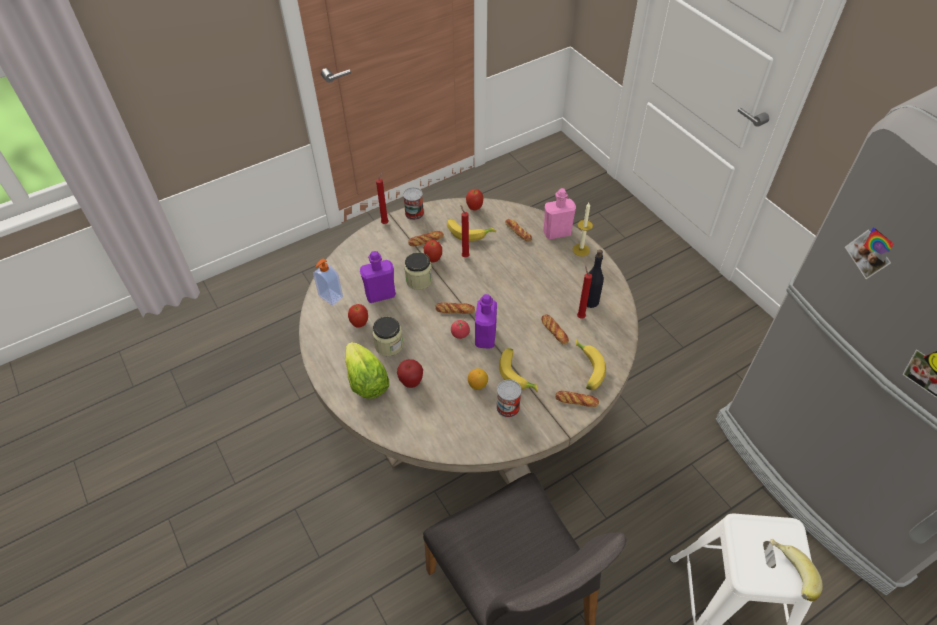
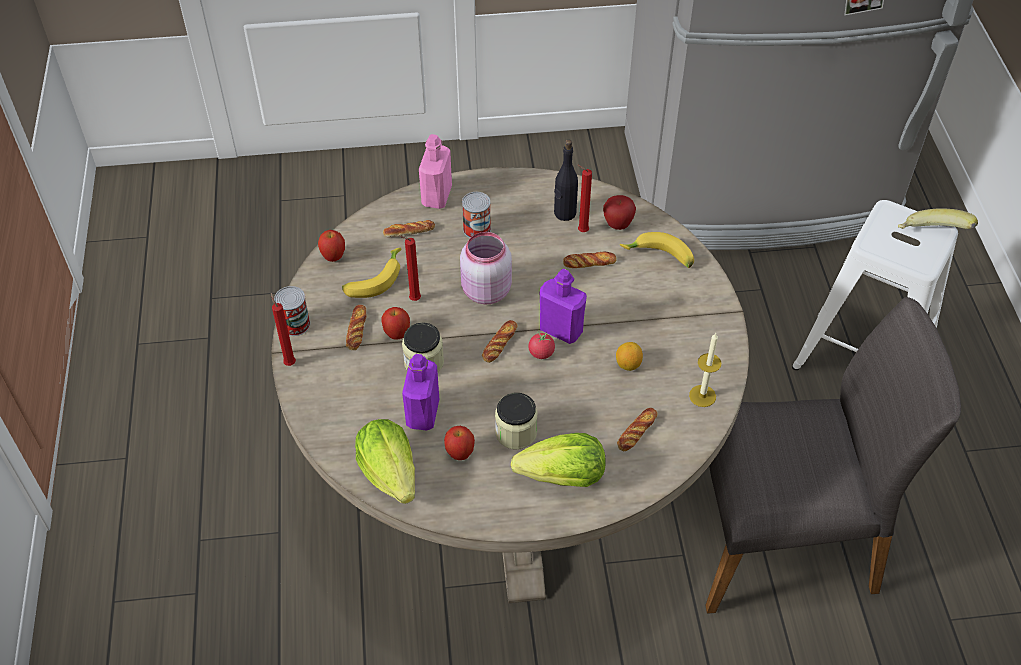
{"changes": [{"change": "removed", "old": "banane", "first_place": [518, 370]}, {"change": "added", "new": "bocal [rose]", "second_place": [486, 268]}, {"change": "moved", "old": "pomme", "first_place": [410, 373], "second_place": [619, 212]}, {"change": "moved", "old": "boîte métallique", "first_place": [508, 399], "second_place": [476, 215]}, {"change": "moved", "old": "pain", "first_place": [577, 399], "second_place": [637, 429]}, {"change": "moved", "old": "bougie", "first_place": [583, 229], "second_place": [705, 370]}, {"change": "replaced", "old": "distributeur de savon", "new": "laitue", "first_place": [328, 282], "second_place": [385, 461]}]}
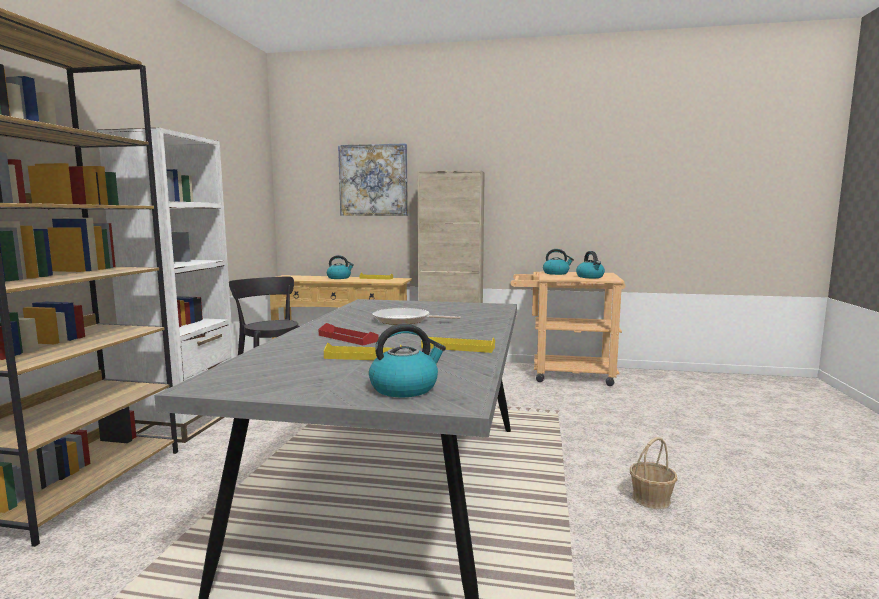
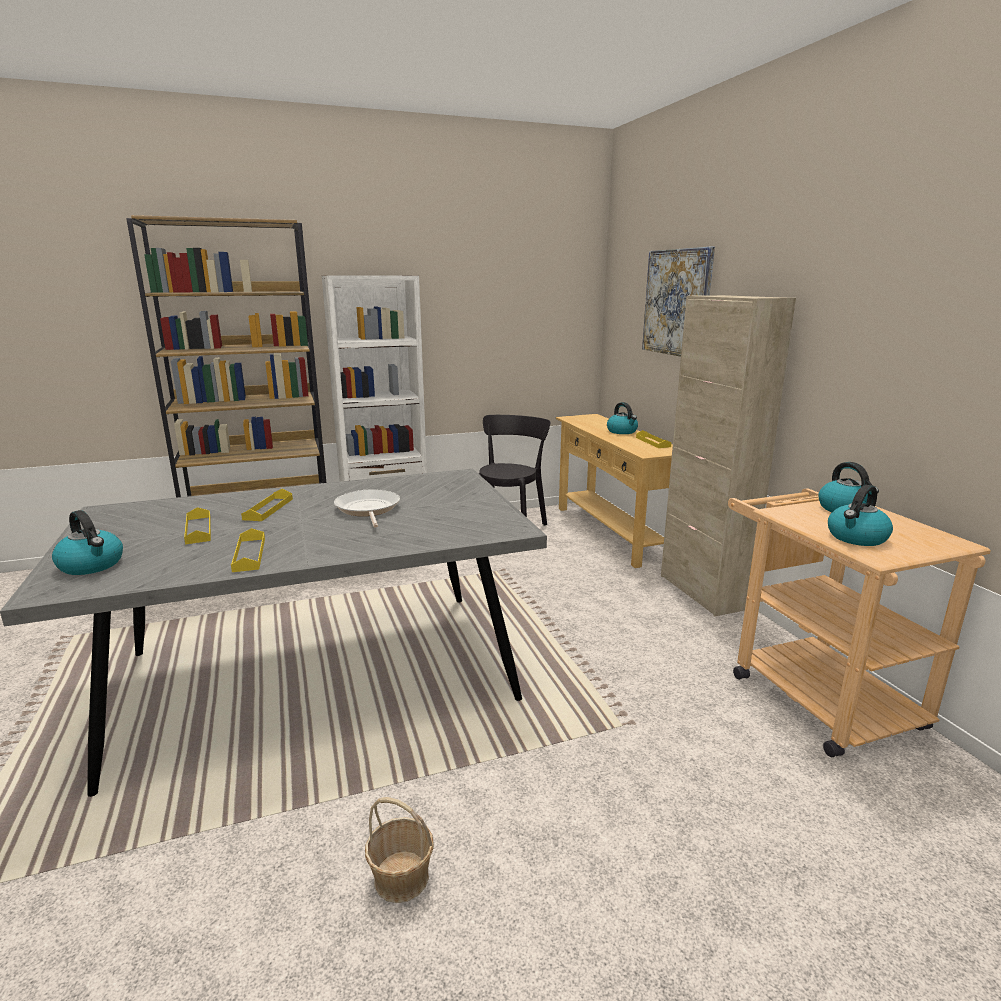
{"changes": [{"change": "recoloured", "old": "plateau [rouge]", "new": "plateau [jaune]", "first_place": [349, 334], "second_place": [267, 504]}]}
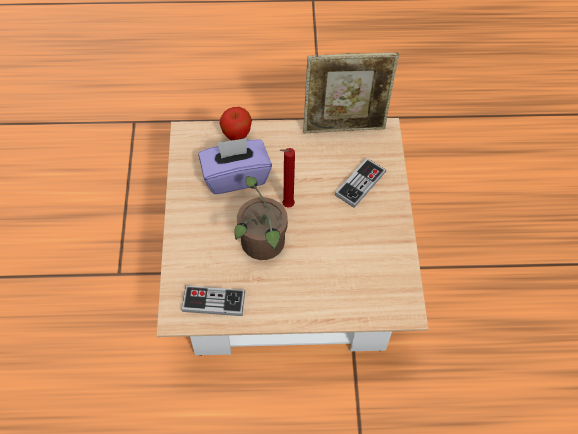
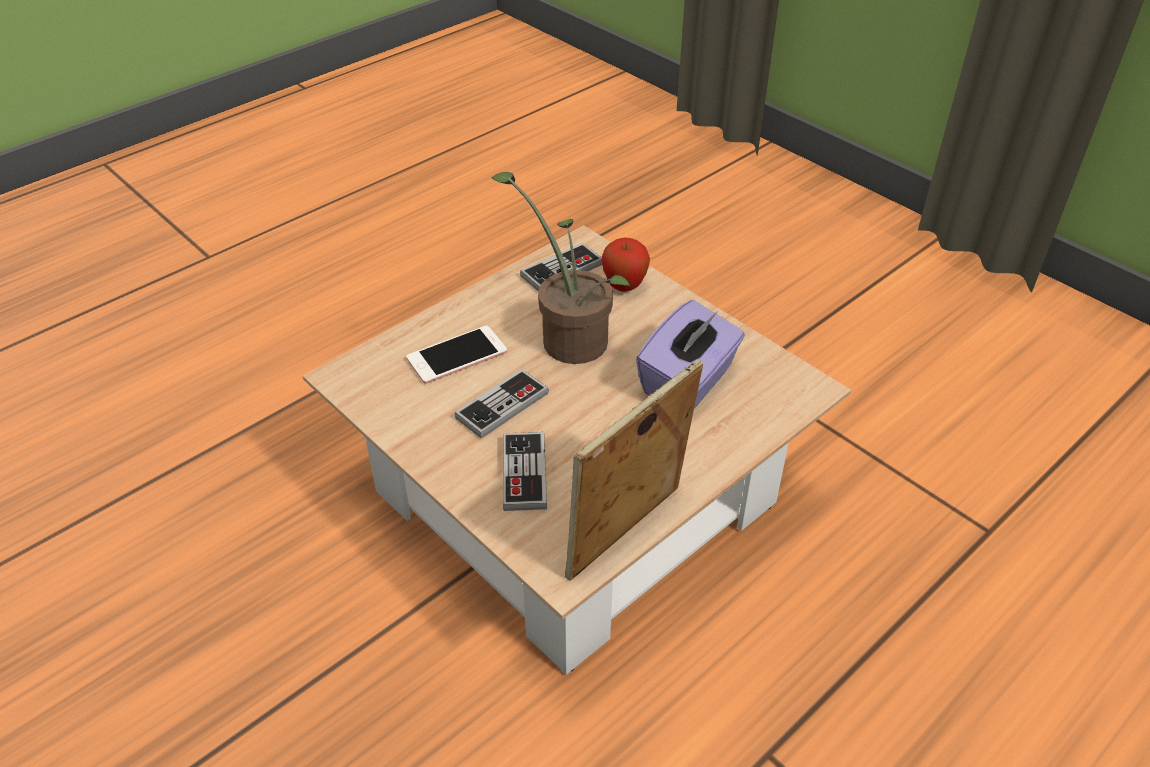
{"changes": [{"change": "removed", "old": "bougie [rouge]", "first_place": [287, 178]}, {"change": "added", "new": "téléphone", "second_place": [456, 355]}, {"change": "added", "new": "manette", "second_place": [501, 404]}, {"change": "moved", "old": "pomme", "first_place": [236, 123], "second_place": [626, 265]}]}
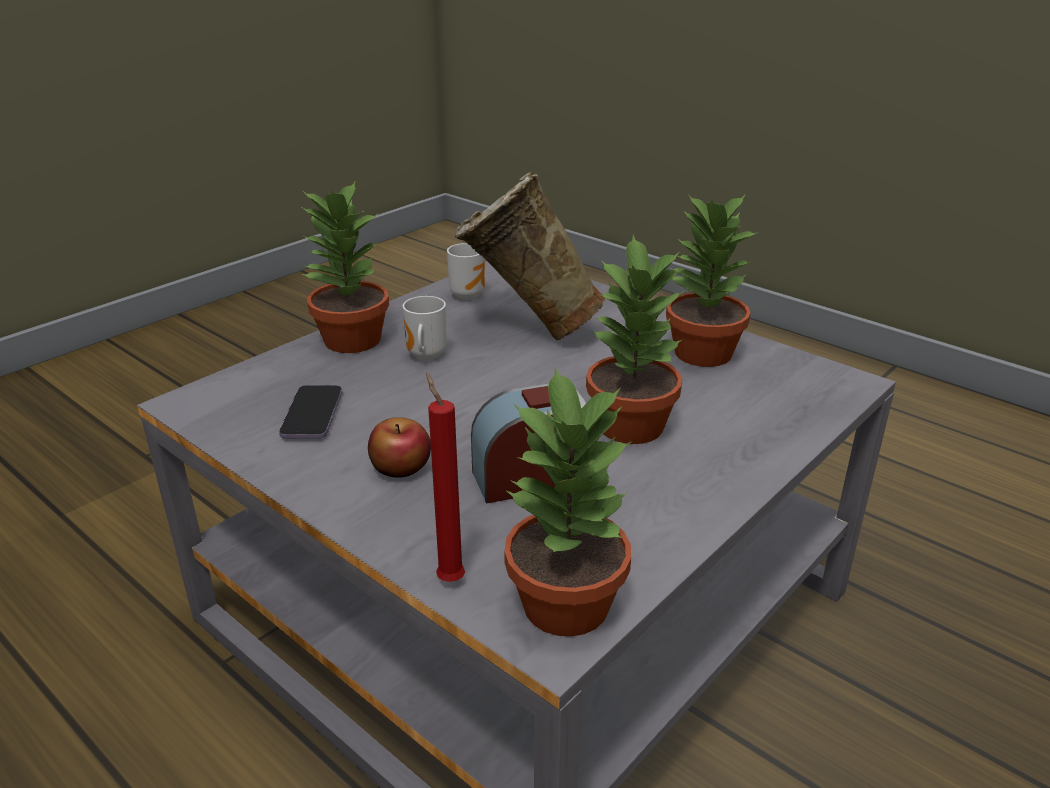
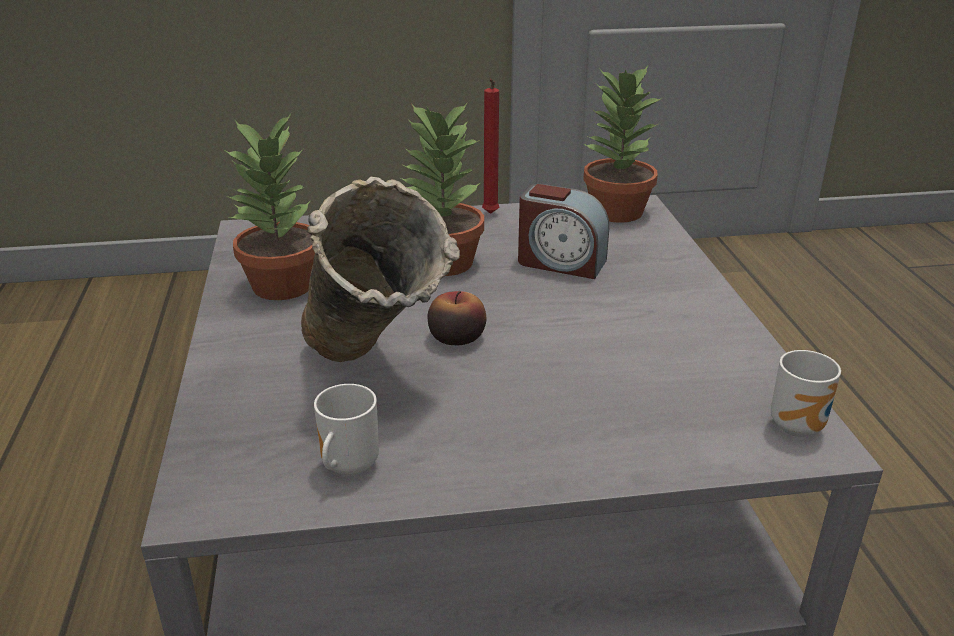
{"changes": [{"change": "removed", "old": "téléphone", "first_place": [311, 412]}, {"change": "removed", "old": "plante en pot", "first_place": [345, 266]}, {"change": "moved", "old": "pomme", "first_place": [399, 447], "second_place": [457, 318]}, {"change": "moved", "old": "mug", "first_place": [425, 328], "second_place": [806, 393]}, {"change": "moved", "old": "bougie [rouge]", "first_place": [445, 477], "second_place": [490, 146]}]}
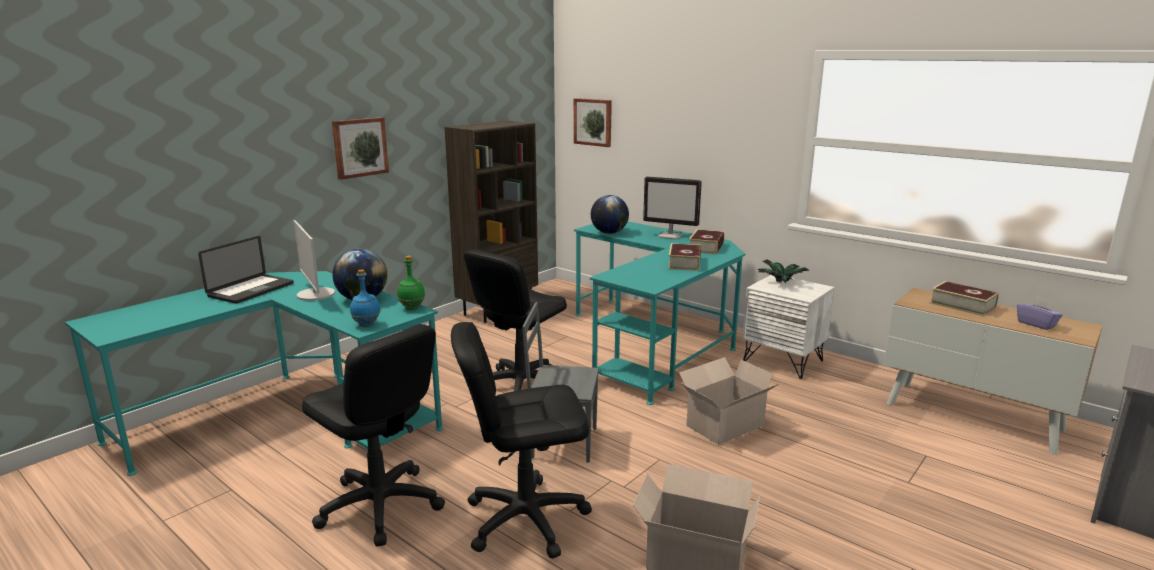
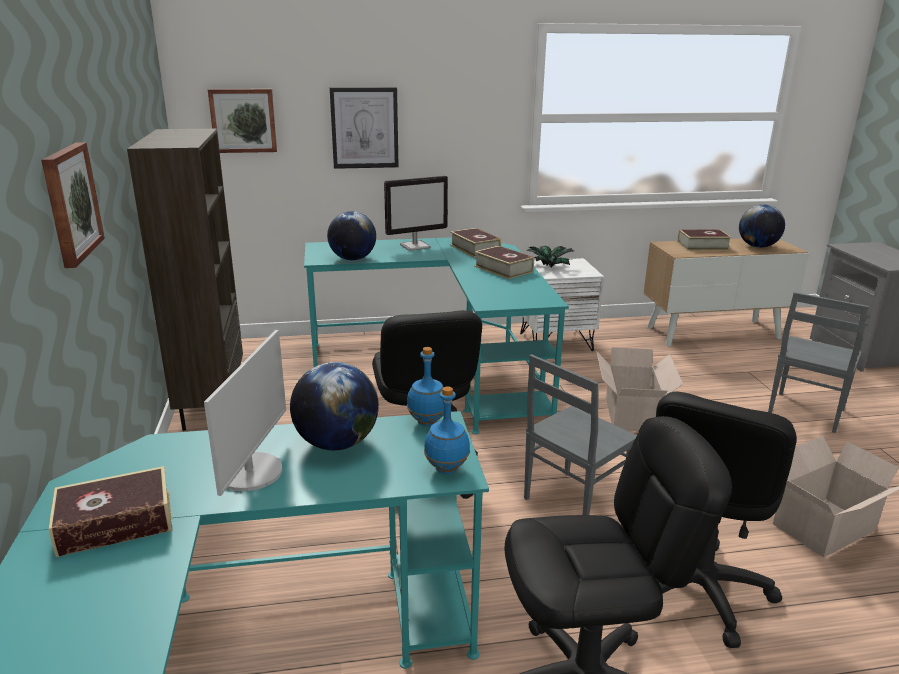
{"changes": [{"change": "added", "new": "tableau", "second_place": [364, 128]}, {"change": "added", "new": "chaise [gris]", "second_place": [818, 362]}, {"change": "replaced", "old": "ordinateur portable", "new": "livre", "first_place": [245, 270], "second_place": [111, 511]}, {"change": "replaced", "old": "boîte à mouchoirs [violet]", "new": "globe", "first_place": [1040, 313], "second_place": [762, 226]}, {"change": "recoloured", "old": "bouteille [vert]", "new": "bouteille [bleu]", "first_place": [411, 283], "second_place": [425, 386]}, {"change": "turned", "old": "écran d'ordinateur", "first_place": [314, 260], "second_place": [245, 413], "degrees": -90}]}
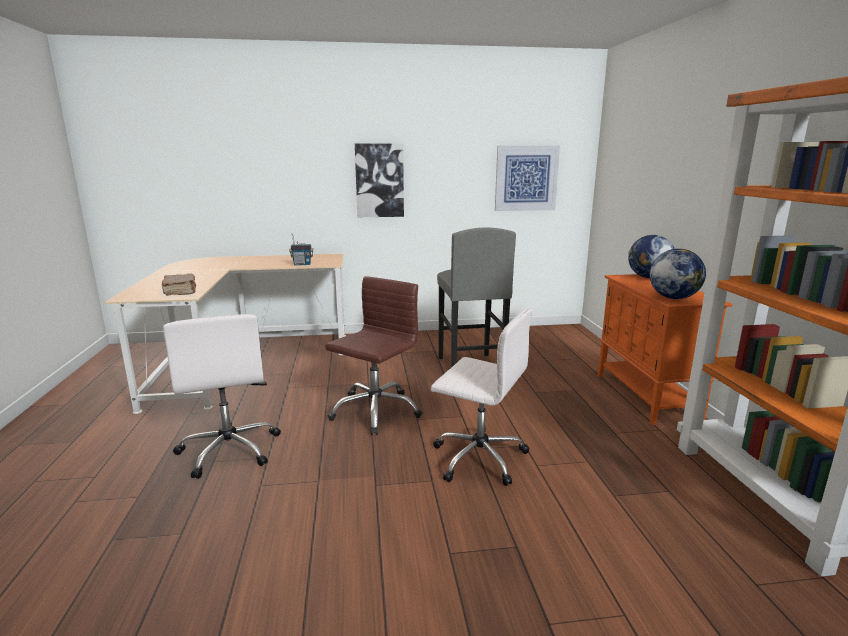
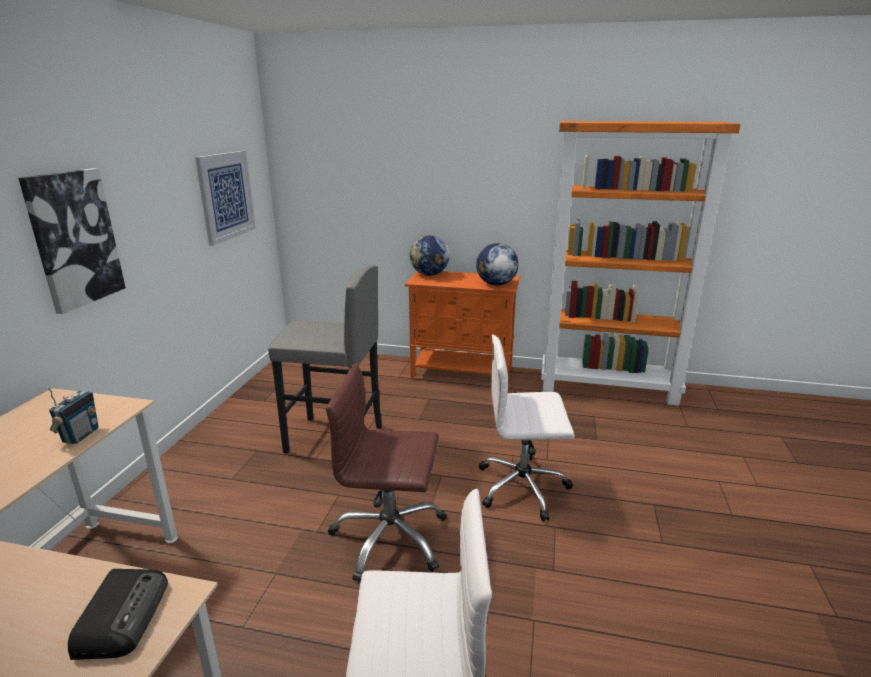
{"changes": [{"change": "replaced", "old": "livre [marron]", "new": "radio", "first_place": [179, 285], "second_place": [118, 614]}, {"change": "turned", "old": "chaise de bureau [marron]", "first_place": [374, 355], "second_place": [386, 473], "degrees": -45}, {"change": "turned", "old": "chaise de bureau [blanc]", "first_place": [482, 397], "second_place": [527, 428], "degrees": -135}]}
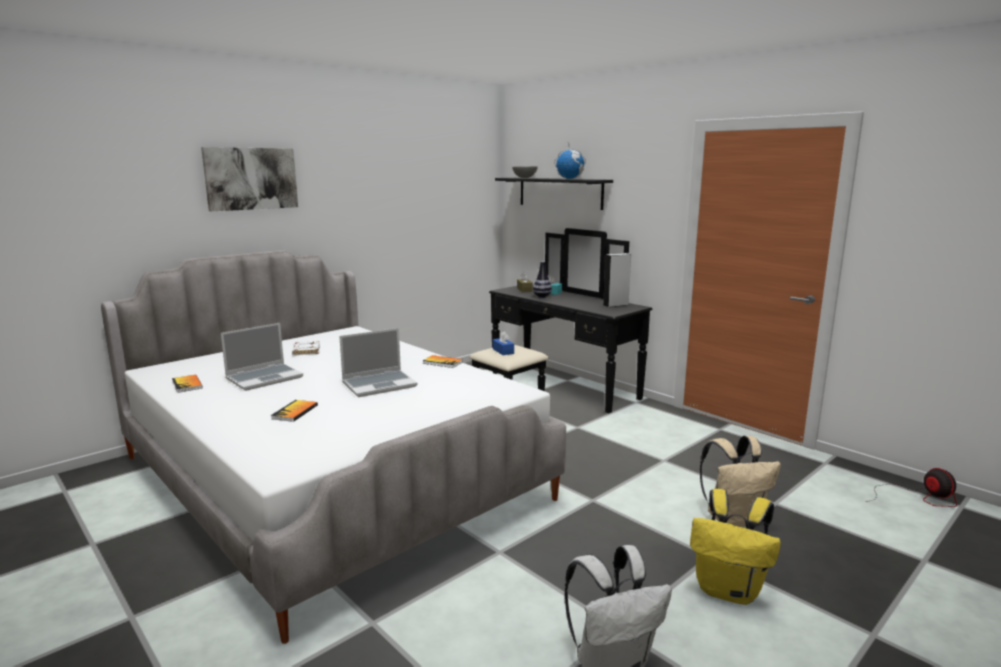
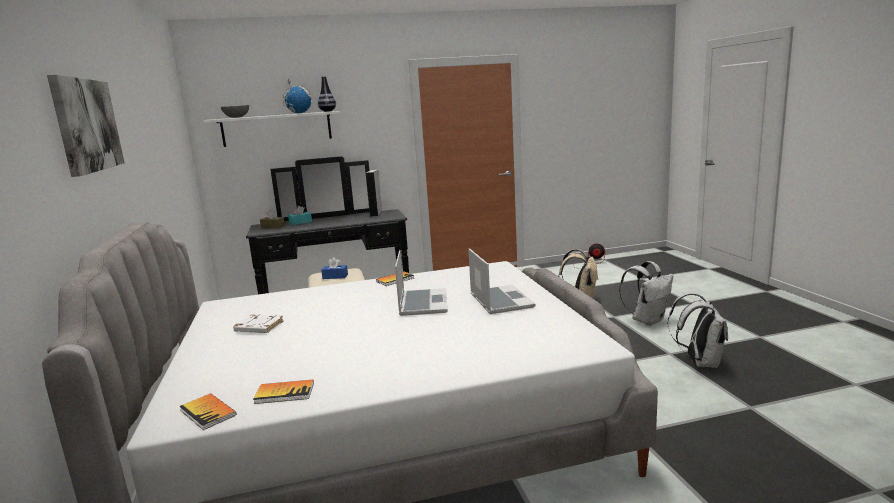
{"changes": [{"change": "moved", "old": "ordinateur portable", "first_place": [262, 357], "second_place": [502, 281]}, {"change": "moved", "old": "livre", "first_place": [294, 411], "second_place": [207, 411]}, {"change": "moved", "old": "vase", "first_place": [542, 279], "second_place": [327, 94]}, {"change": "recoloured", "old": "étagère [noir]", "new": "étagère [blanc]", "first_place": [554, 194], "second_place": [272, 129]}, {"change": "recoloured", "old": "sac à dos [jaune]", "new": "sac à dos [blanc]", "first_place": [735, 547], "second_place": [646, 293]}]}
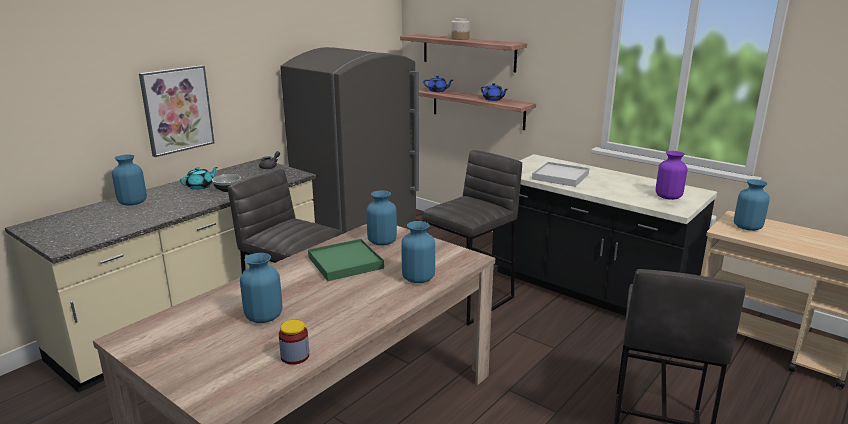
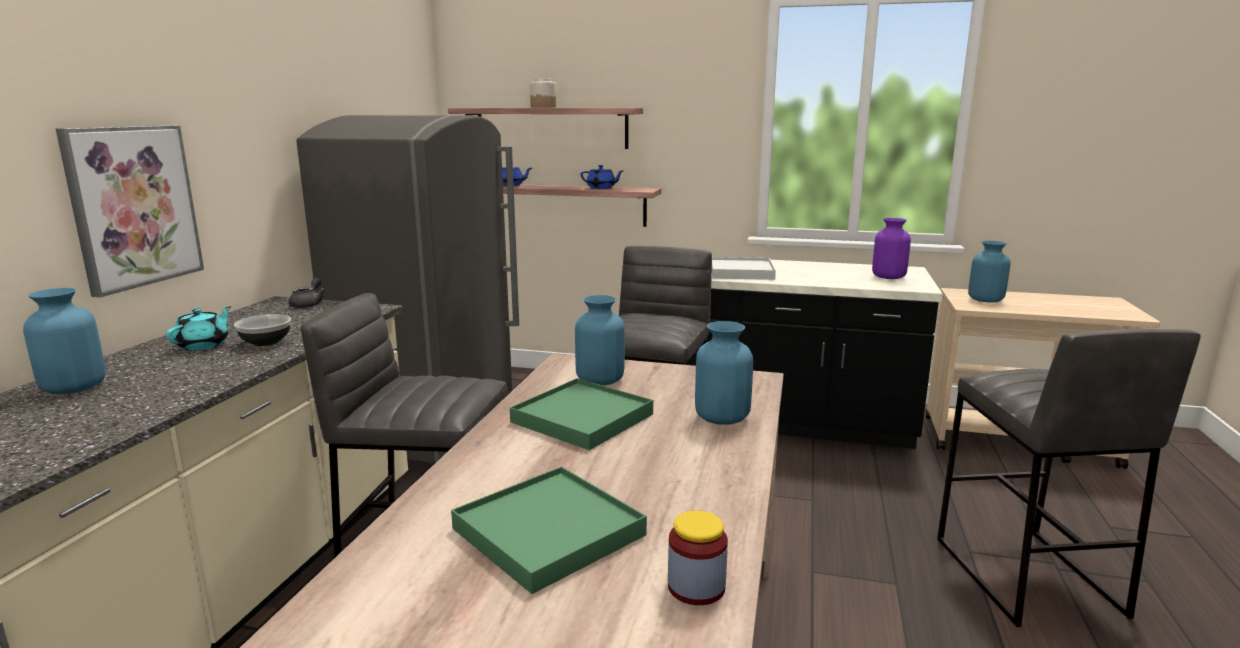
{"changes": [{"change": "replaced", "old": "vase [bleu]", "new": "plateau [vert]", "first_place": [261, 288], "second_place": [549, 530]}]}
